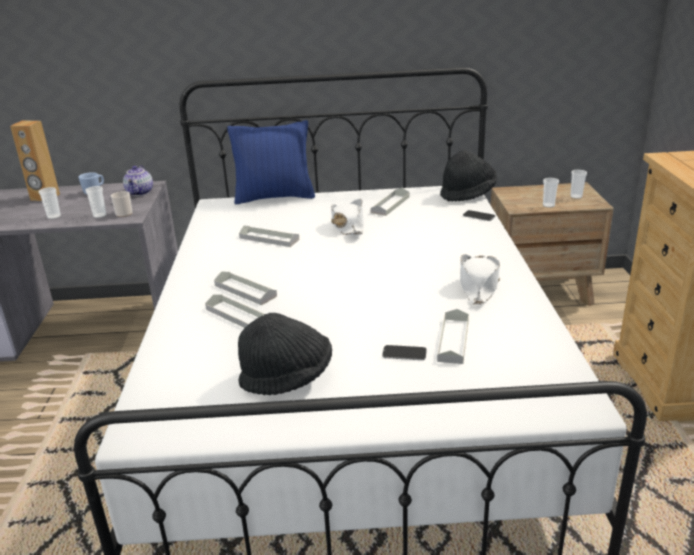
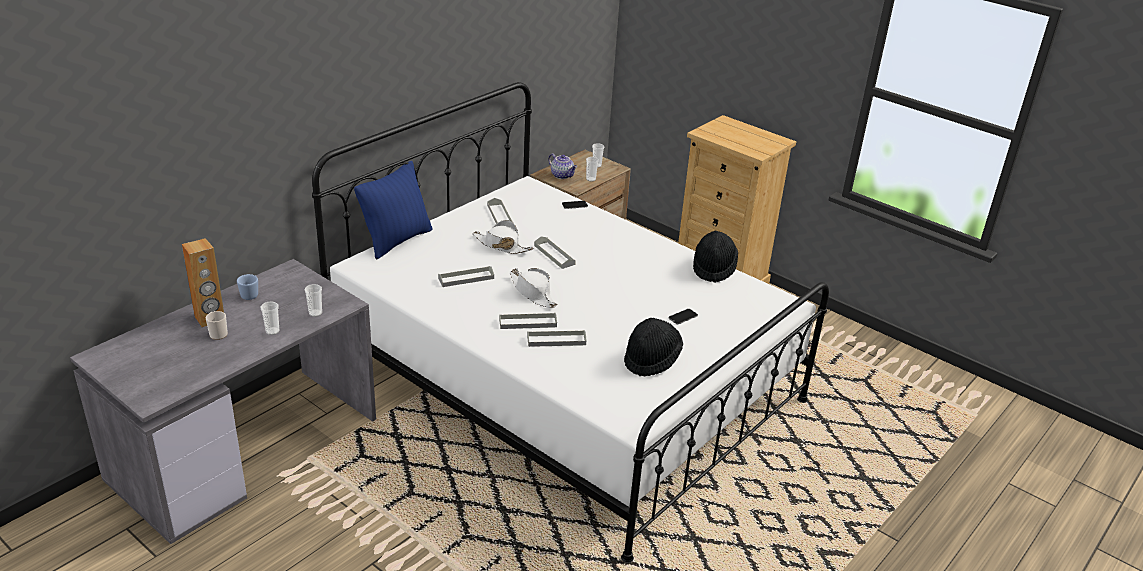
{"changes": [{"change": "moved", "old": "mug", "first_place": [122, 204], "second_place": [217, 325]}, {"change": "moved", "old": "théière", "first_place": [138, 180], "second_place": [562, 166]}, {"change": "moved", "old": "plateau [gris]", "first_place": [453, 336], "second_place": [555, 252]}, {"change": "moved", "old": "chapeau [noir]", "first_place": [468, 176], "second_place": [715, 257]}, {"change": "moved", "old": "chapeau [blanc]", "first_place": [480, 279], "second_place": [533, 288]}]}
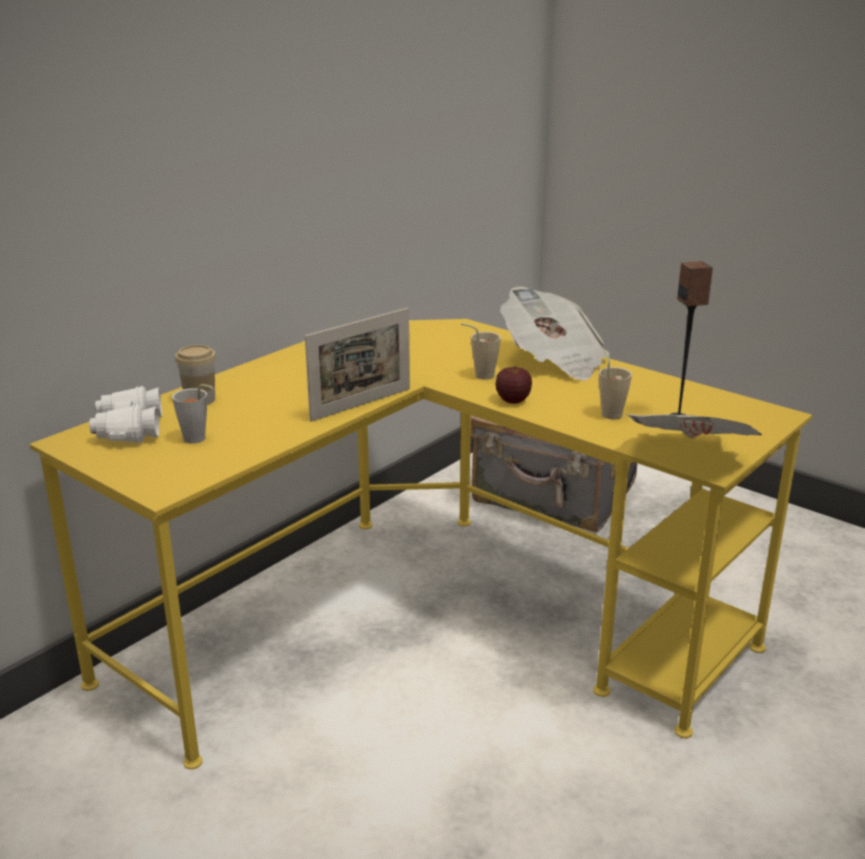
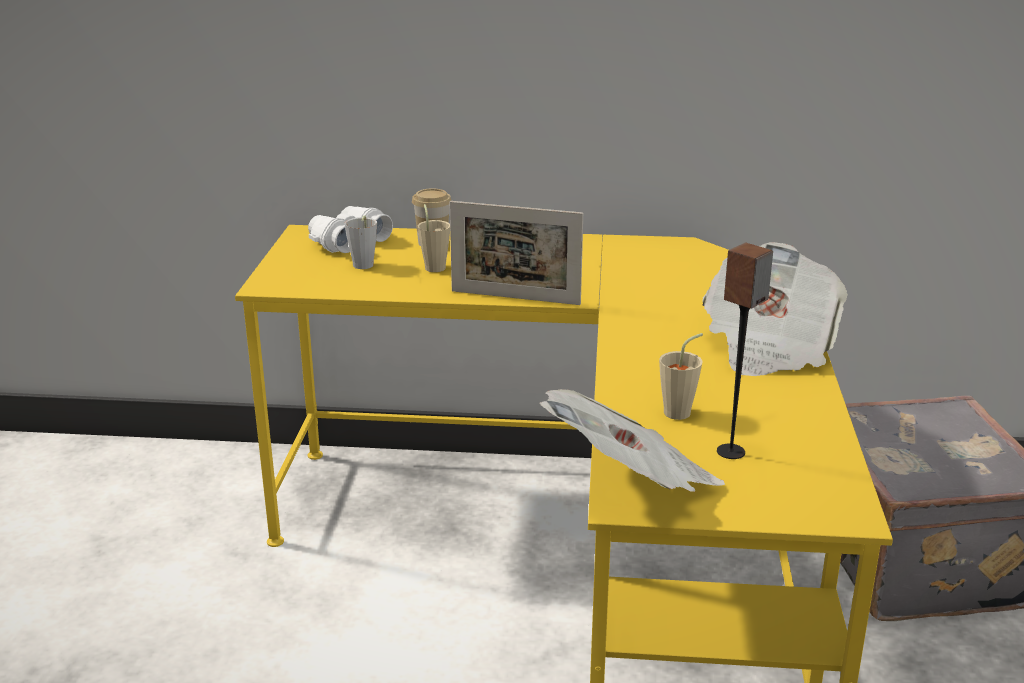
{"changes": [{"change": "removed", "old": "pomme", "first_place": [513, 385]}, {"change": "moved", "old": "tasse [beige]", "first_place": [481, 351], "second_place": [434, 238]}]}
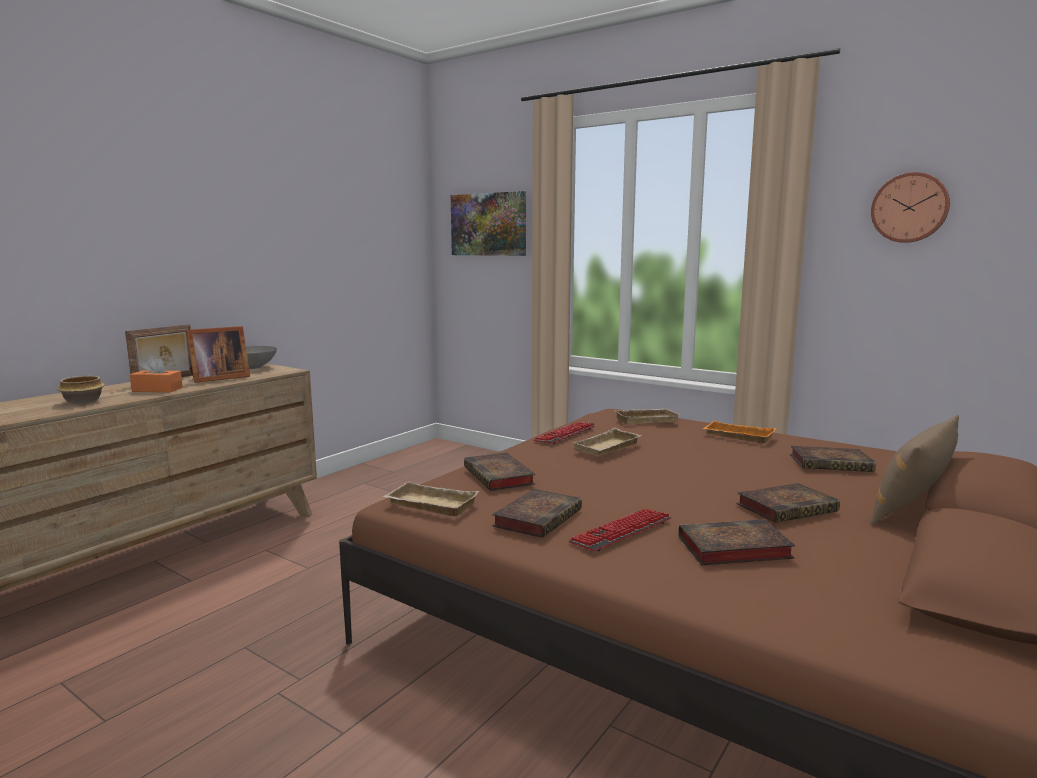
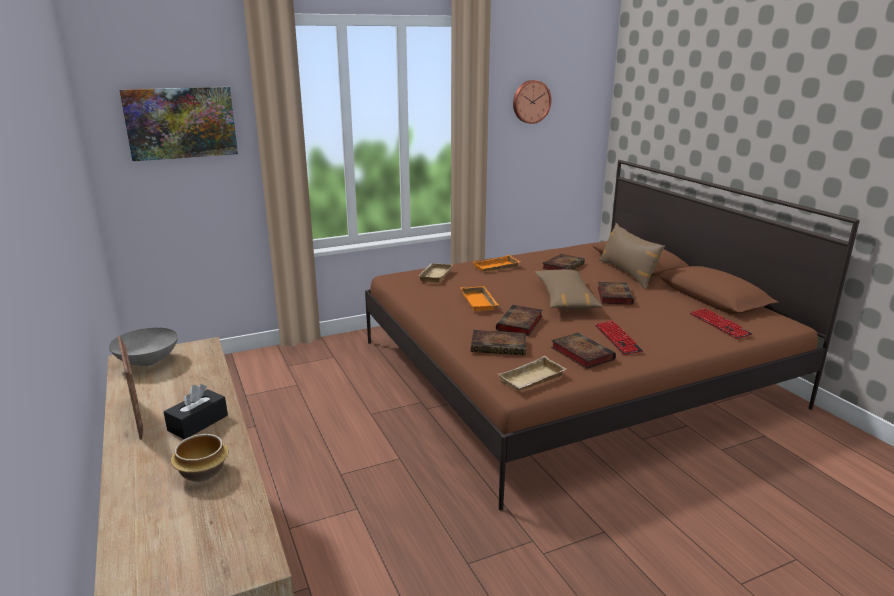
{"changes": [{"change": "removed", "old": "cadre photo", "first_place": [218, 354]}, {"change": "added", "new": "coussin [marron]", "second_place": [568, 289]}, {"change": "moved", "old": "clavier", "first_place": [564, 433], "second_place": [721, 323]}, {"change": "moved", "old": "livre", "first_place": [737, 542], "second_place": [519, 320]}, {"change": "recoloured", "old": "boîte à mouchoirs [orange]", "new": "boîte à mouchoirs [noir]", "first_place": [156, 374], "second_place": [196, 411]}, {"change": "recoloured", "old": "plateau [beige]", "new": "plateau [orange]", "first_place": [607, 442], "second_place": [479, 299]}]}
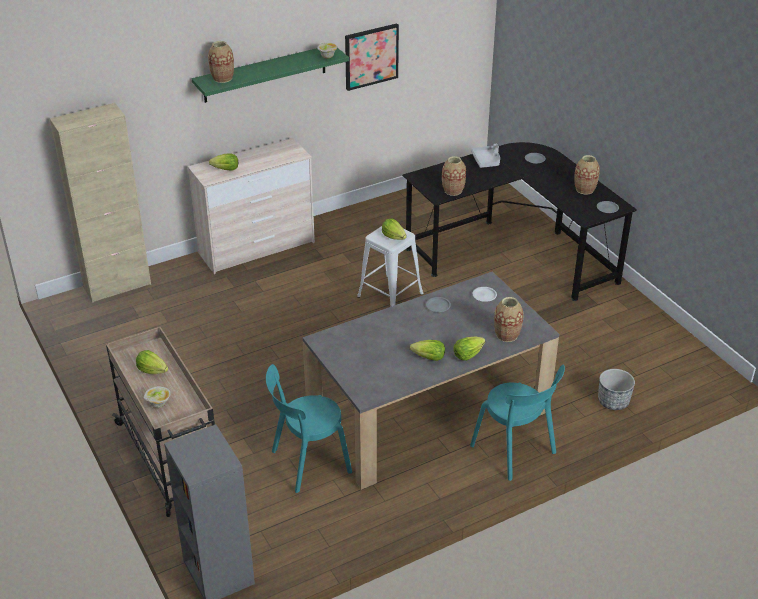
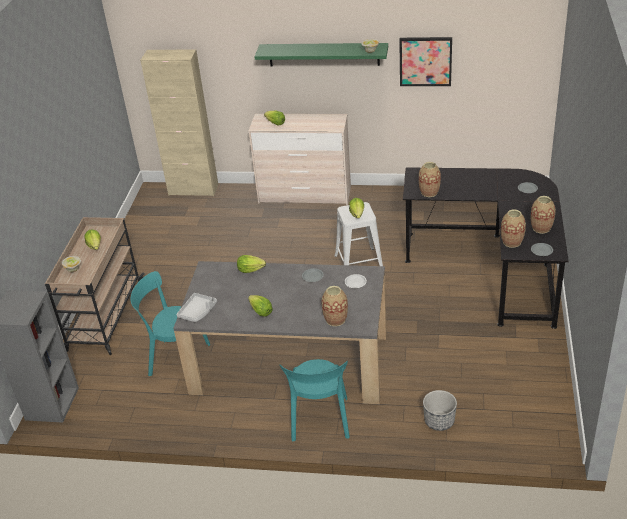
{"changes": [{"change": "moved", "old": "vase", "first_place": [221, 62], "second_place": [513, 228]}, {"change": "moved", "old": "laitue", "first_place": [469, 348], "second_place": [251, 264]}, {"change": "moved", "old": "plateau [gris]", "first_place": [485, 156], "second_place": [197, 307]}]}
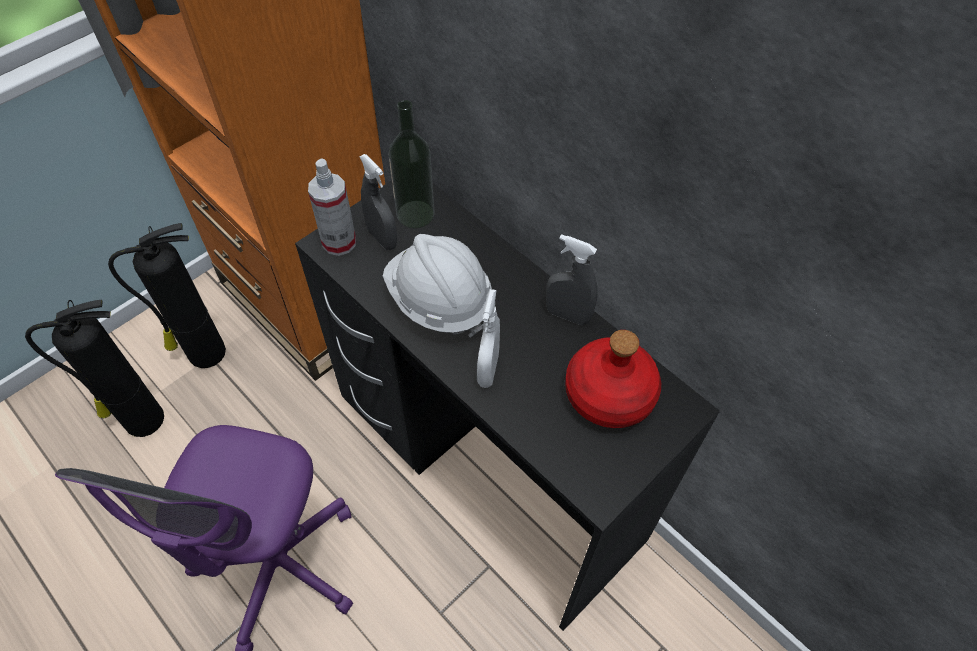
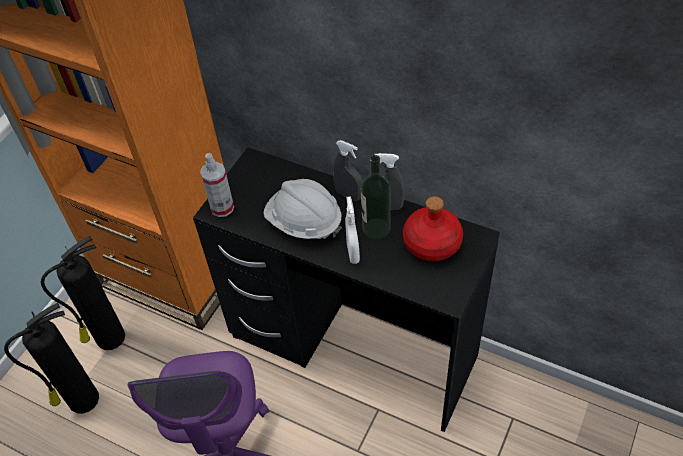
{"changes": [{"change": "moved", "old": "vaporisateur [gris]", "first_place": [378, 202], "second_place": [348, 170]}, {"change": "moved", "old": "bouteille", "first_place": [412, 164], "second_place": [375, 197]}]}
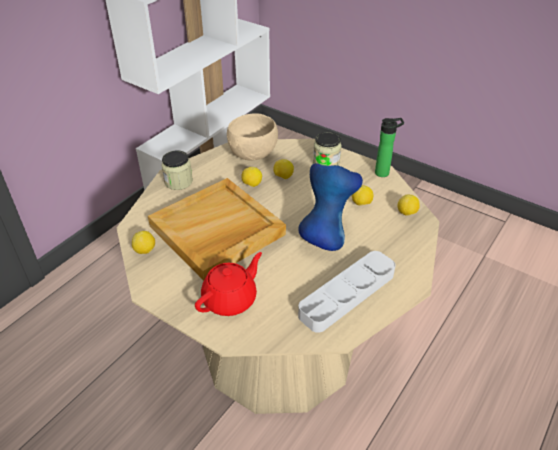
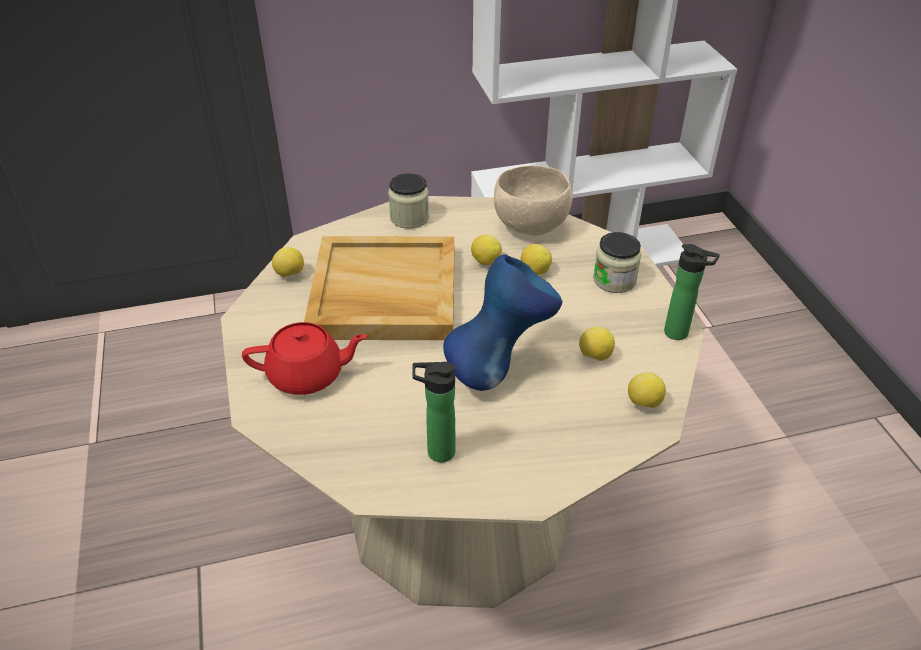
{"changes": [{"change": "replaced", "old": "plateau [gris]", "new": "bouteille", "first_place": [347, 292], "second_place": [434, 412]}]}
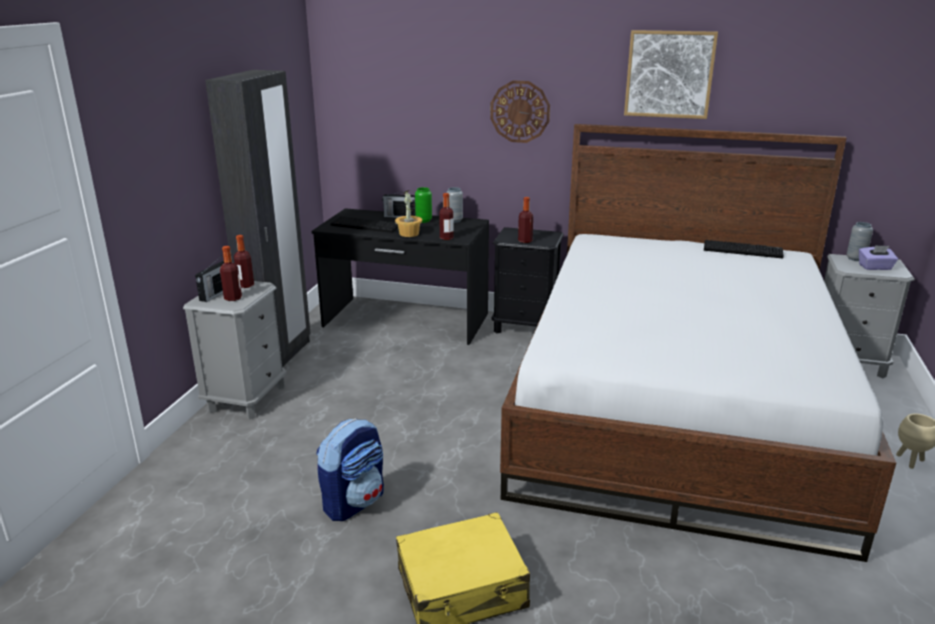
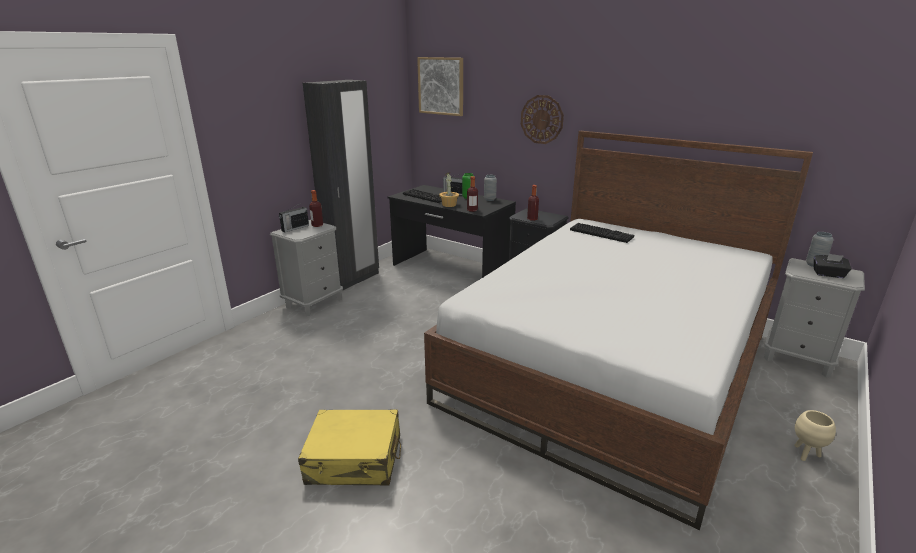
{"changes": [{"change": "removed", "old": "bouteille", "first_place": [231, 273]}, {"change": "removed", "old": "sac à dos", "first_place": [350, 469]}, {"change": "moved", "old": "tableau", "first_place": [671, 74], "second_place": [440, 86]}, {"change": "moved", "old": "clavier", "first_place": [744, 249], "second_place": [602, 233]}, {"change": "recoloured", "old": "boîte à mouchoirs [violet]", "new": "boîte à mouchoirs [noir]", "first_place": [878, 257], "second_place": [833, 266]}]}
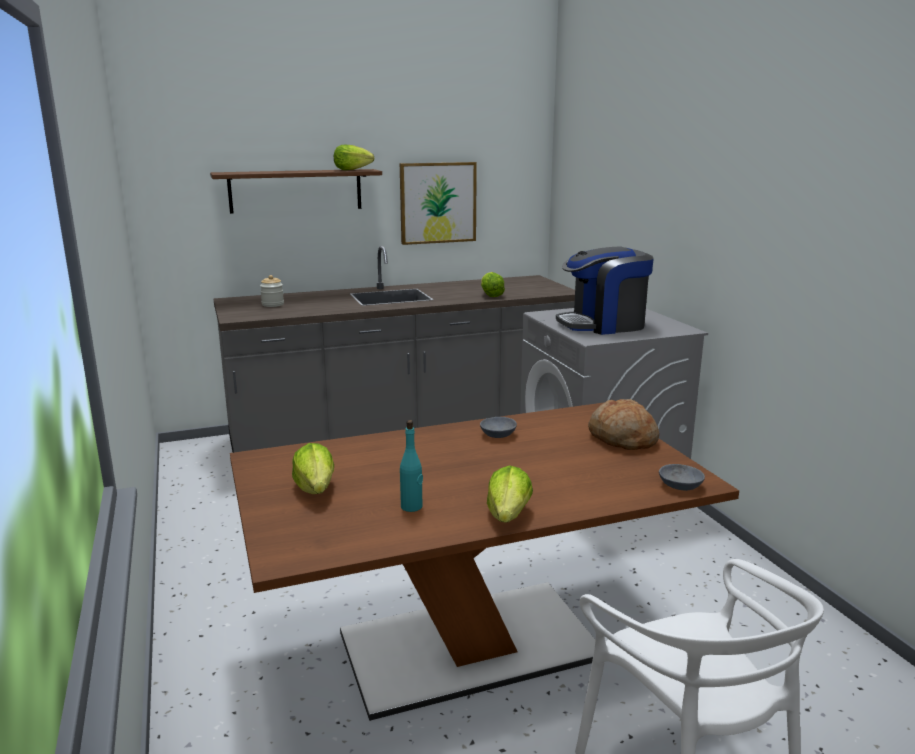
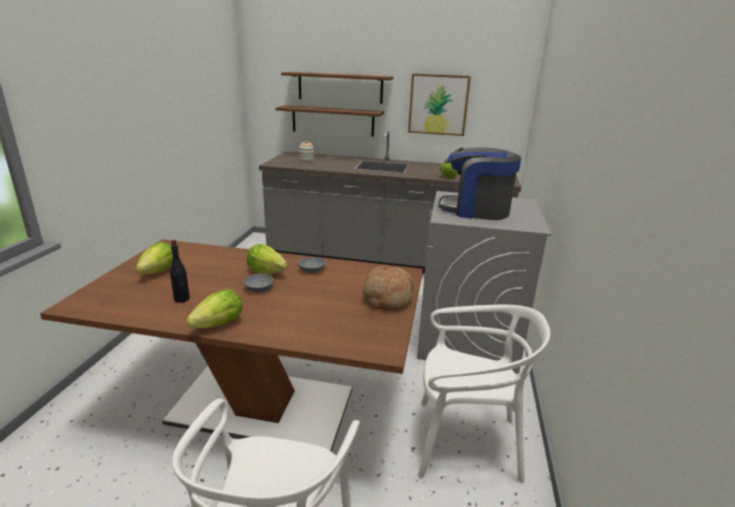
{"changes": [{"change": "added", "new": "étagère [marron]", "second_place": [329, 121]}, {"change": "added", "new": "chaise [blanc]", "second_place": [484, 394]}, {"change": "moved", "old": "laitue", "first_place": [354, 157], "second_place": [267, 259]}, {"change": "moved", "old": "bol [gris]", "first_place": [682, 477], "second_place": [258, 283]}, {"change": "recoloured", "old": "bouteille [turquoise]", "new": "bouteille [noir]", "first_place": [411, 466], "second_place": [180, 271]}]}
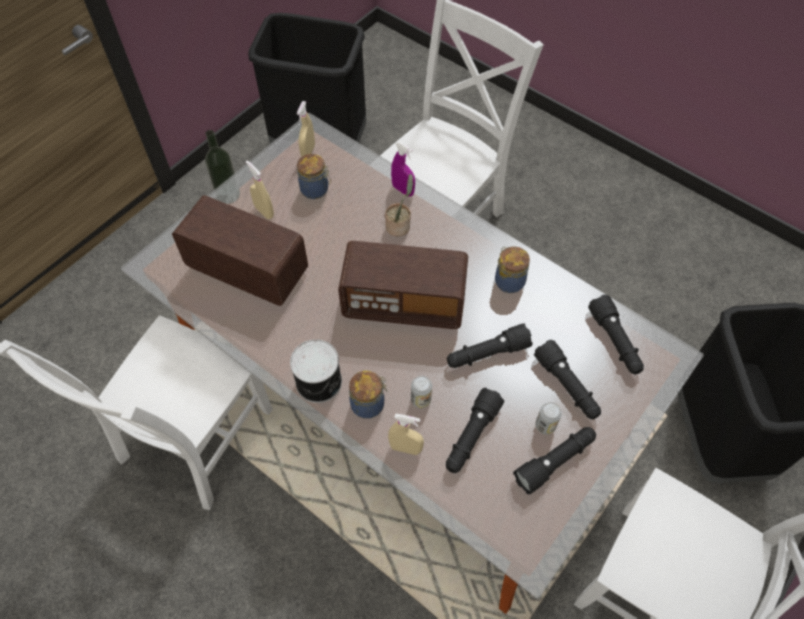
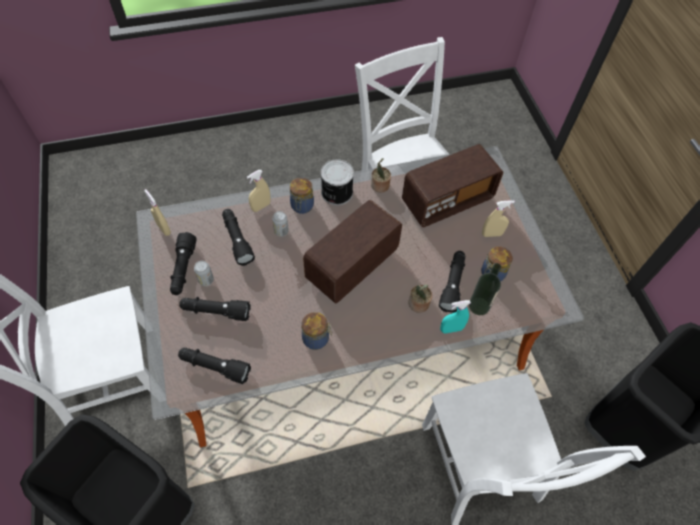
{"changes": [{"change": "added", "new": "plante en pot", "second_place": [381, 175]}, {"change": "moved", "old": "bouteille", "first_place": [222, 167], "second_place": [485, 289]}, {"change": "moved", "old": "vaporisateur [beige]", "first_place": [306, 129], "second_place": [157, 212]}, {"change": "moved", "old": "lampe de poche [noir]", "first_place": [490, 345], "second_place": [452, 282]}, {"change": "recoloured", "old": "vaporisateur [violet]", "new": "vaporisateur [turquoise]", "first_place": [403, 169], "second_place": [455, 316]}]}
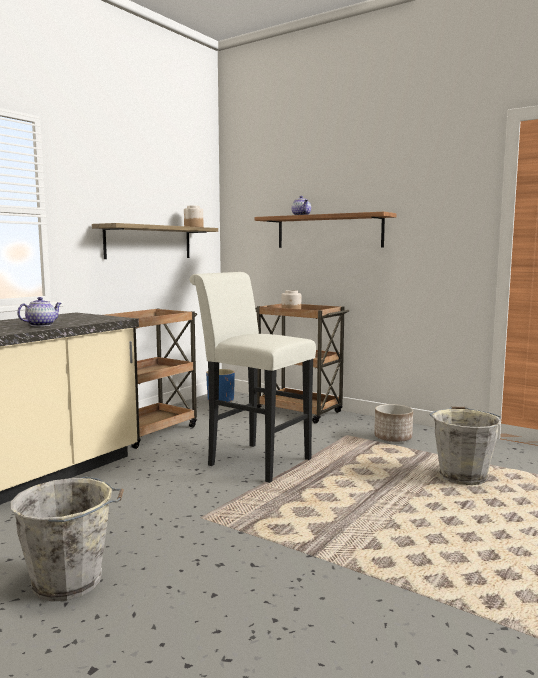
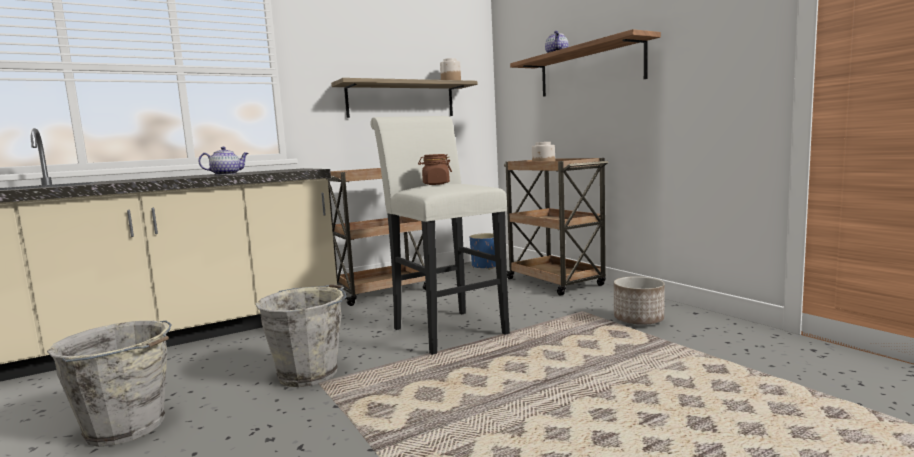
{"changes": [{"change": "added", "new": "bocal [marron]", "second_place": [435, 169]}, {"change": "moved", "old": "seau [gris]", "first_place": [465, 445], "second_place": [301, 335]}]}
